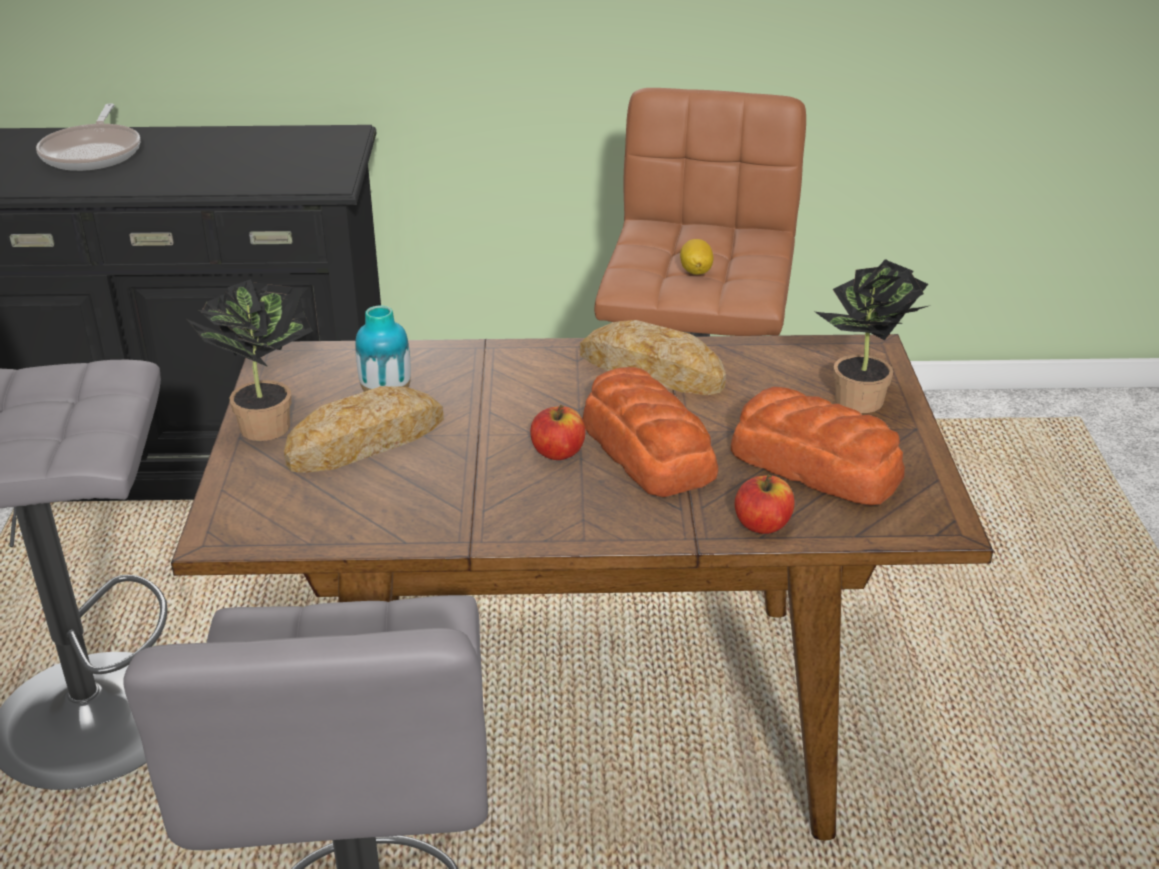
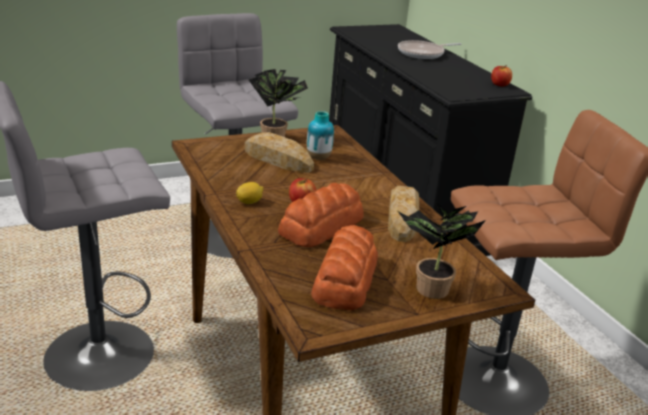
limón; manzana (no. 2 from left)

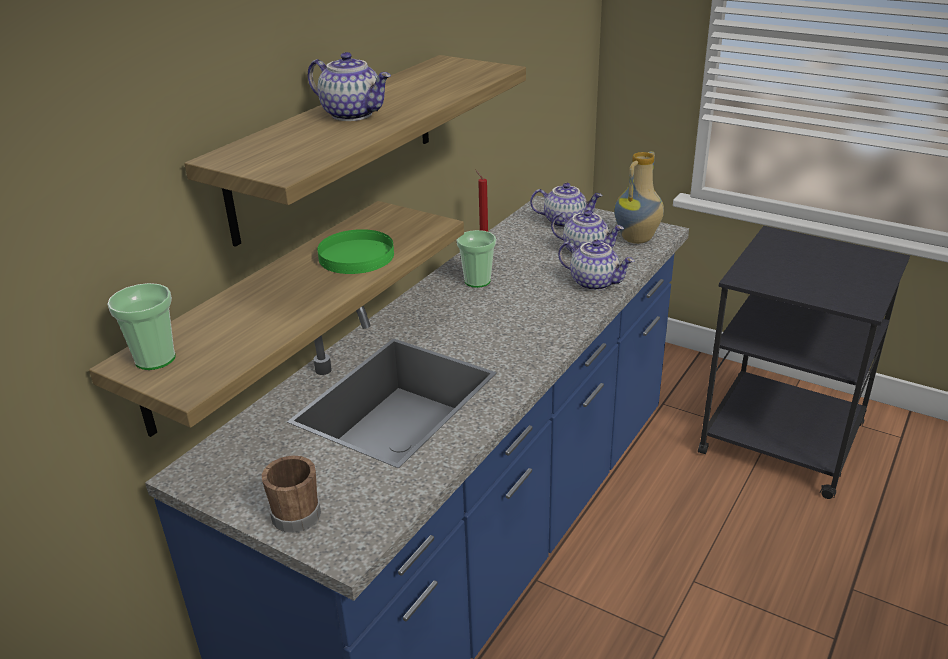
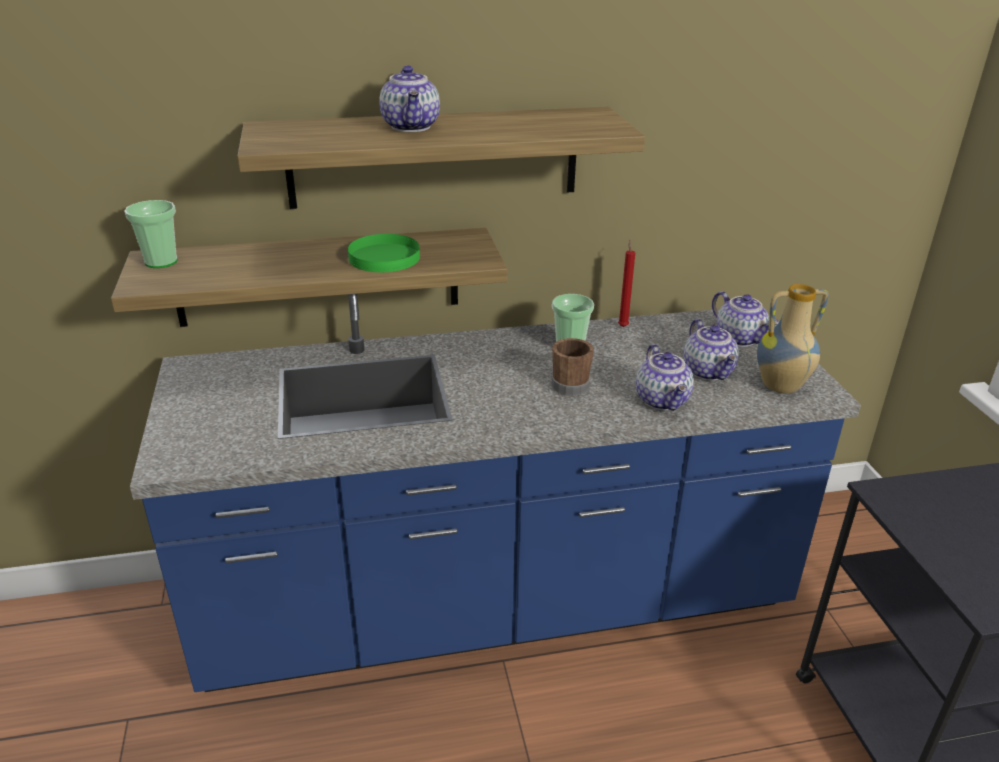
taza grande (marrón)

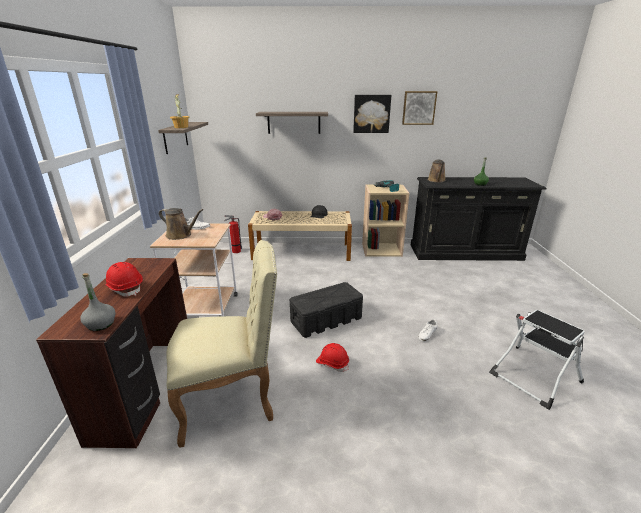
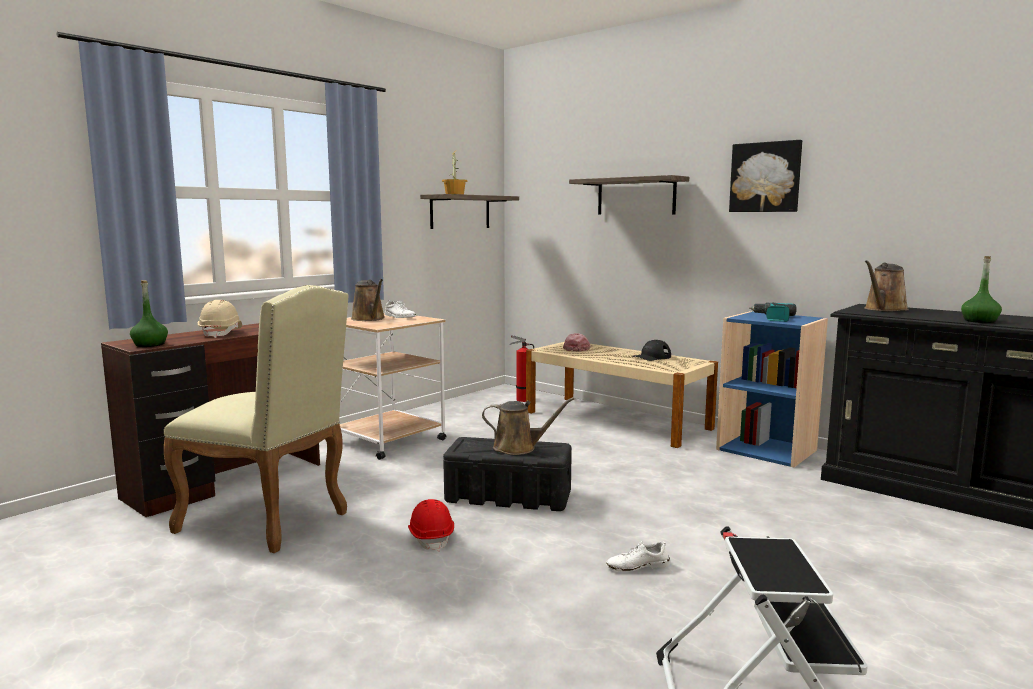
cuadro (no. 2 from left in the first image); regadera (marrón) (no. 2 from left); botella (verde) (no. 1 from left); casco (beis); estantería (azul)

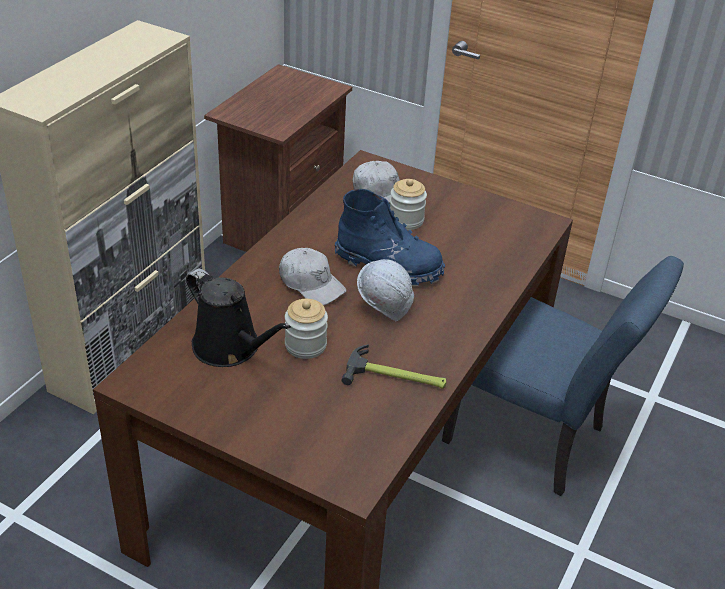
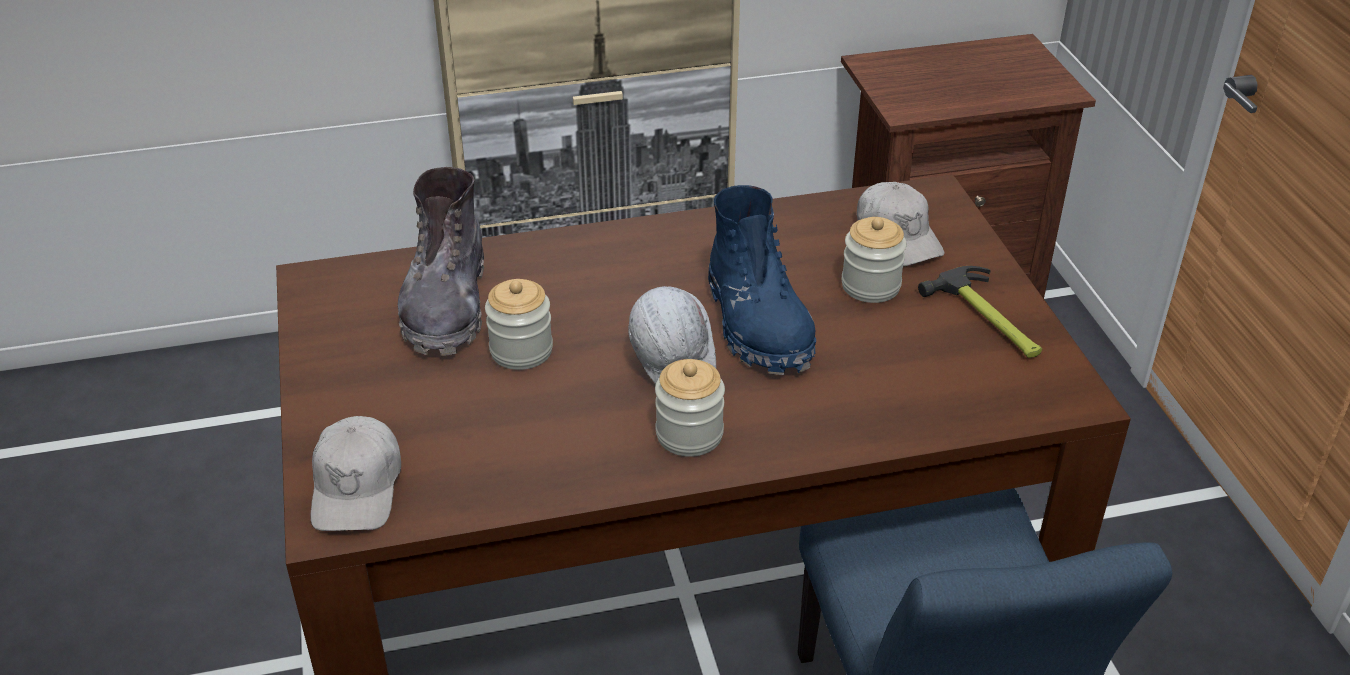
tarro (no. 2 from left); gorra (blanco) (no. 1 from left); martillo; bota (gris)

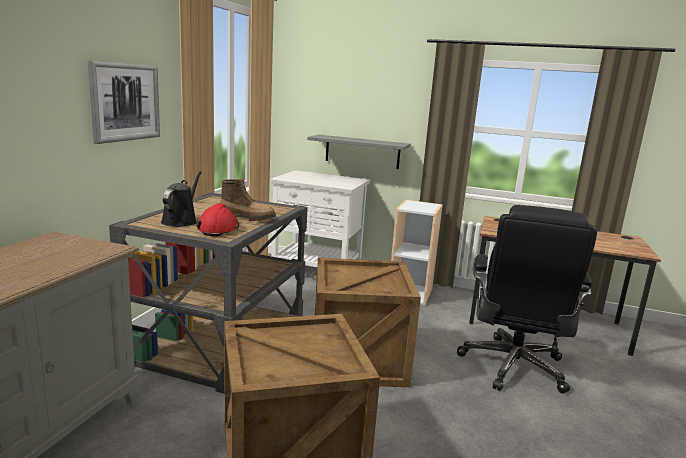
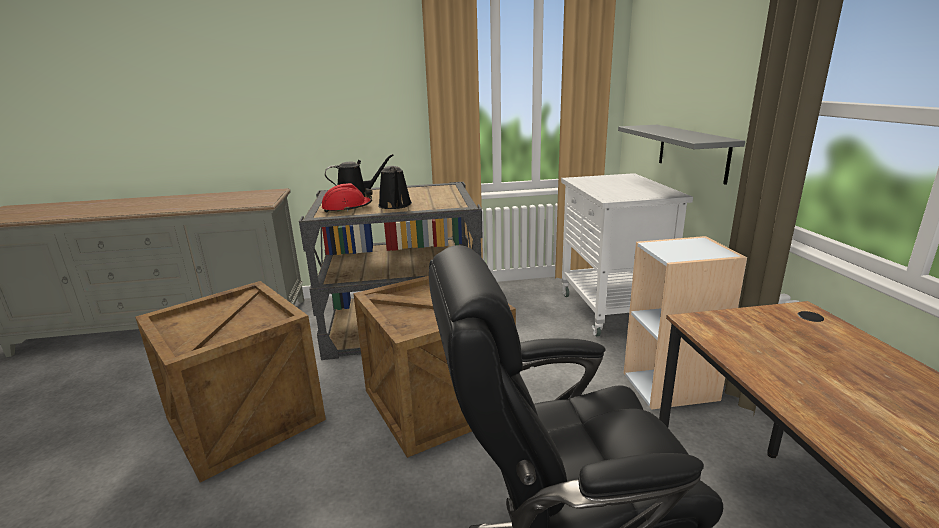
cuadro; regadera (negro) (no. 2 from left)

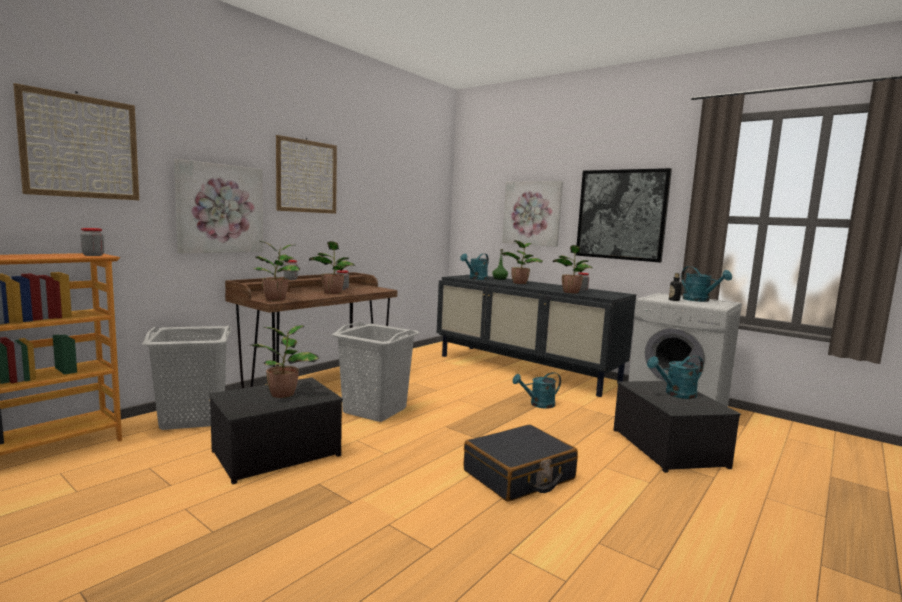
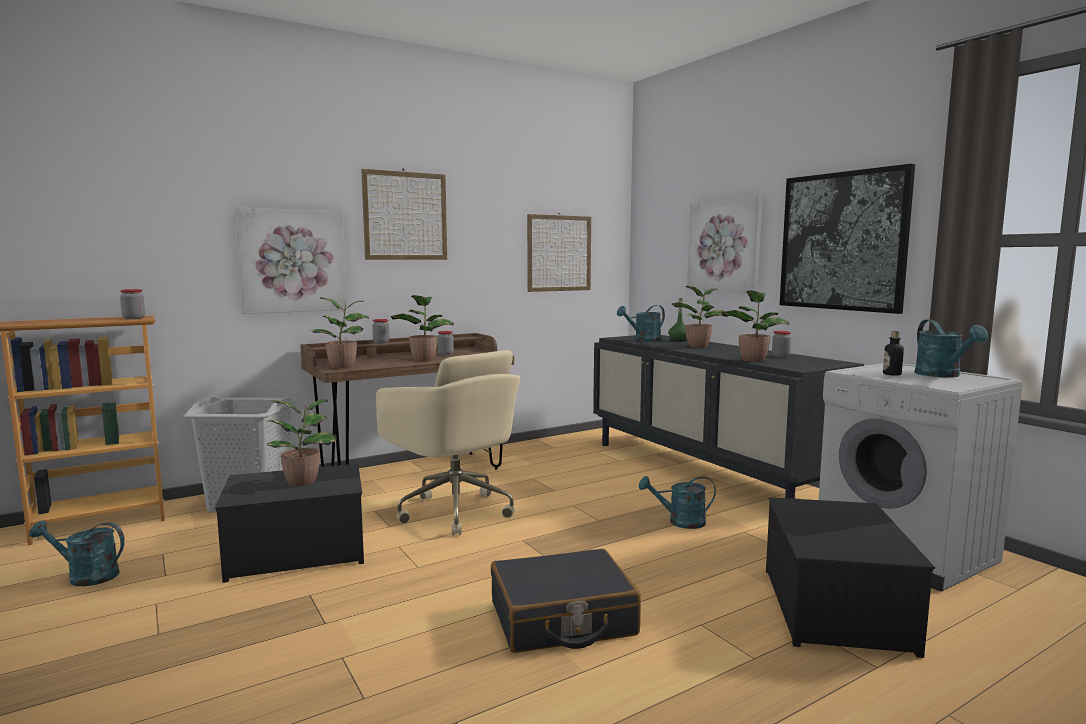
cuadro (no. 3 from left); regadera (turquesa) (no. 1 from left); silla de oficina (beis)

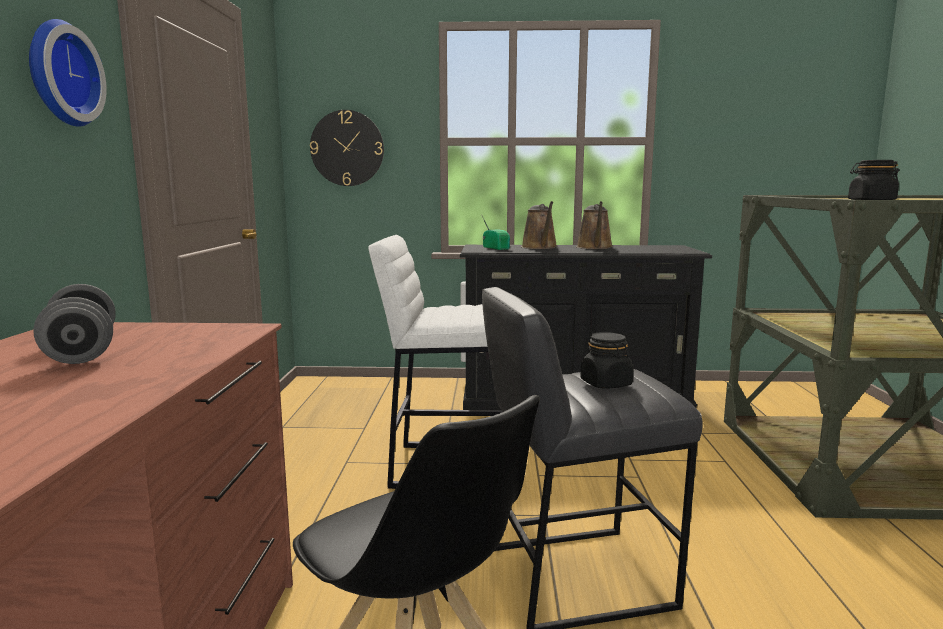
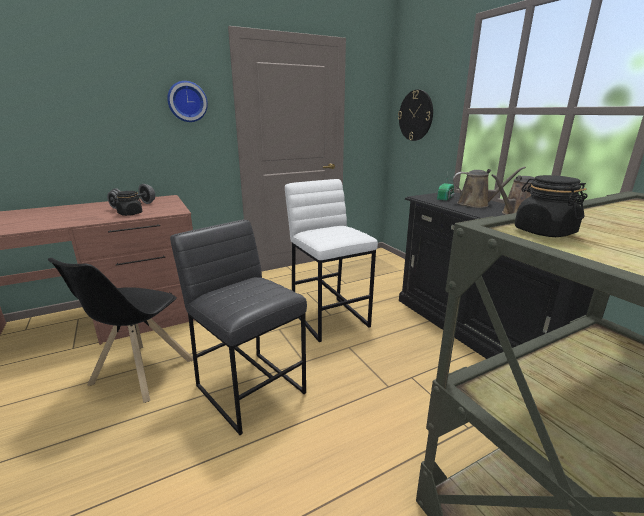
tarro (negro) (no. 1 from left); regadera (marrón) (no. 1 from left)

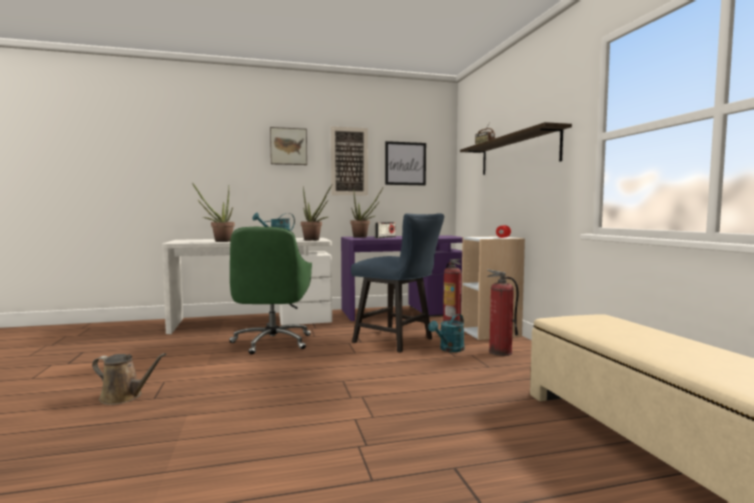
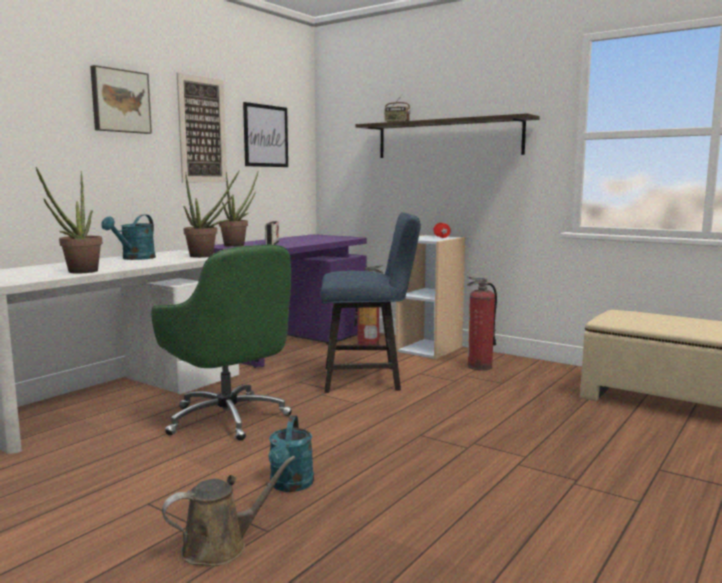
regadera (turquesa) (no. 2 from left)

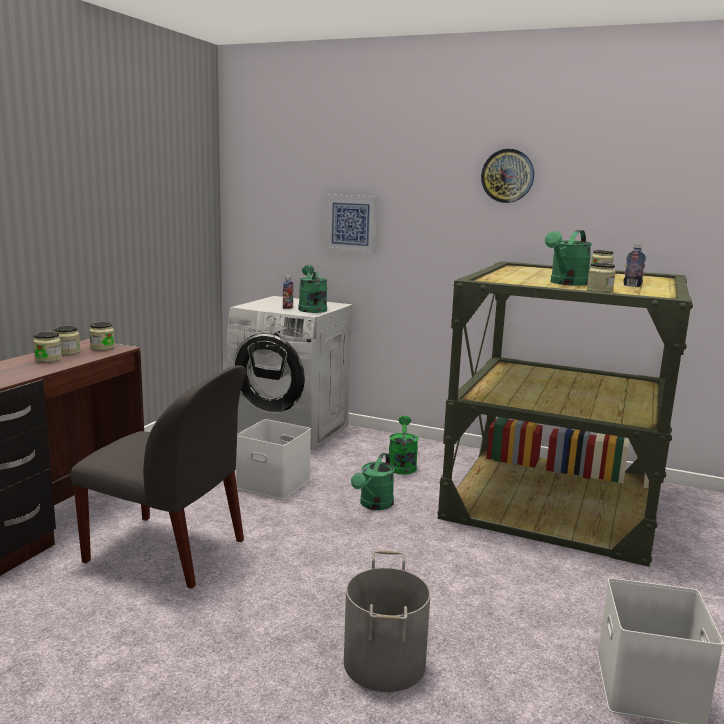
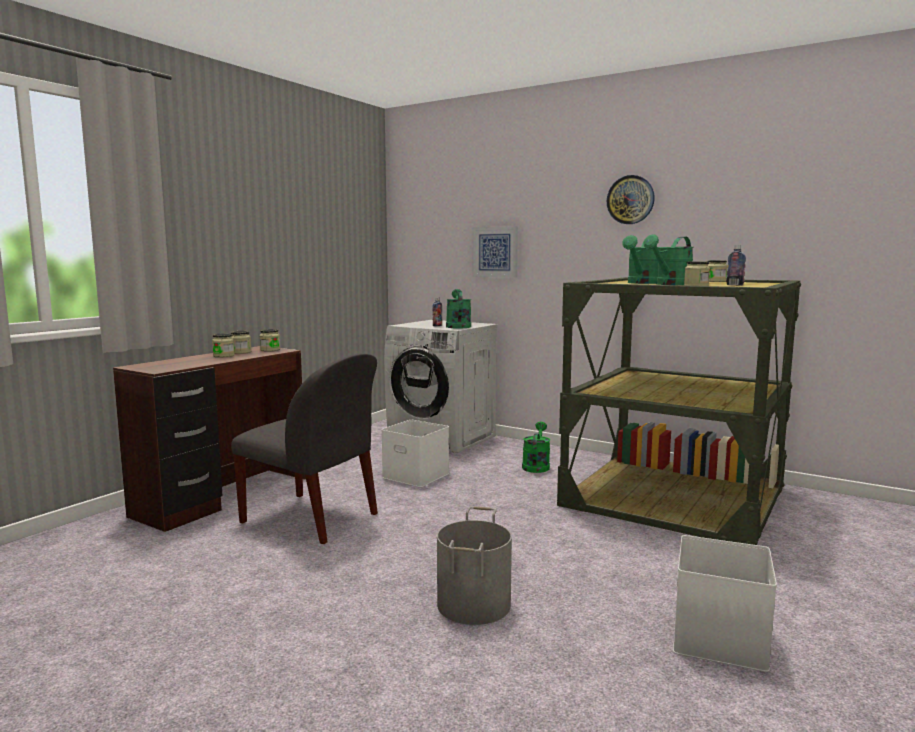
regadera (verde) (no. 3 from left)

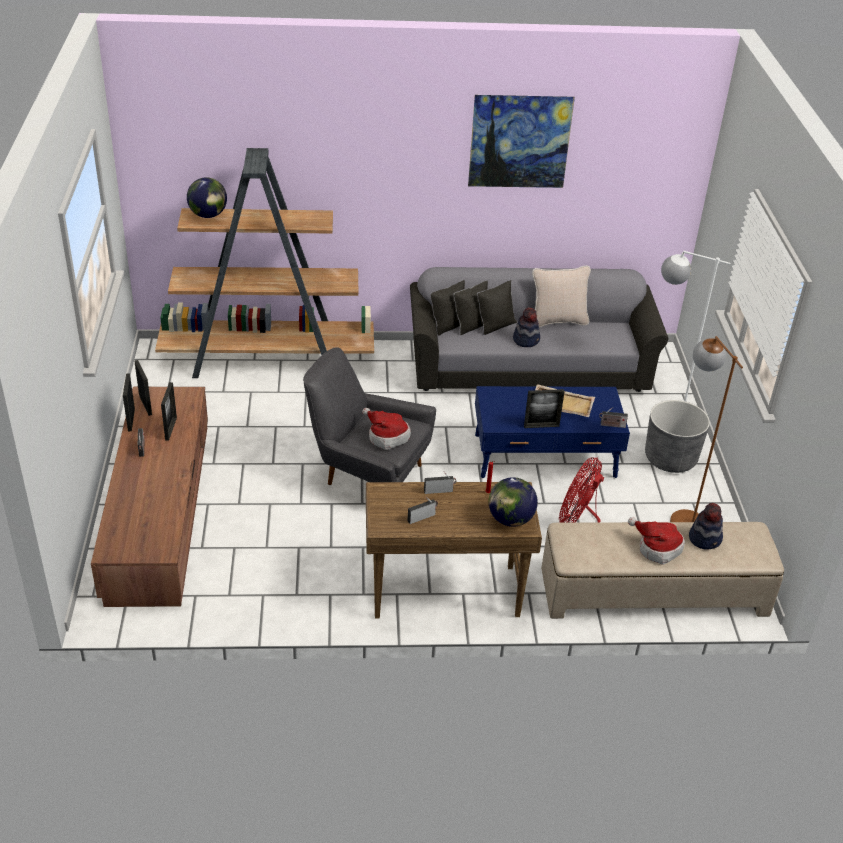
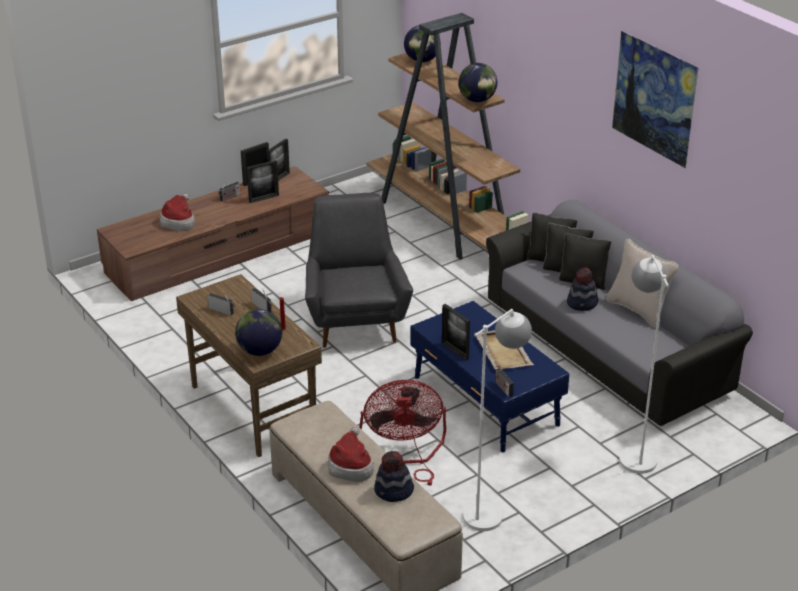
maceta (gris); globo terráqueo (no. 3 from left); sombrero (no. 1 from left); lámpara de pie (blanco) (no. 1 from left)

